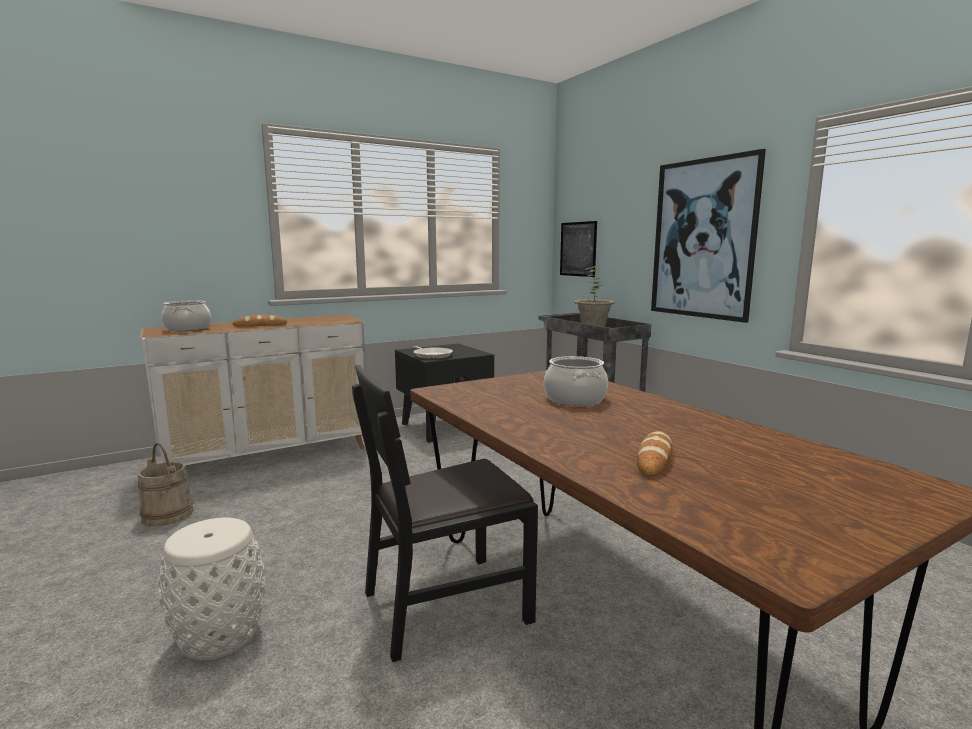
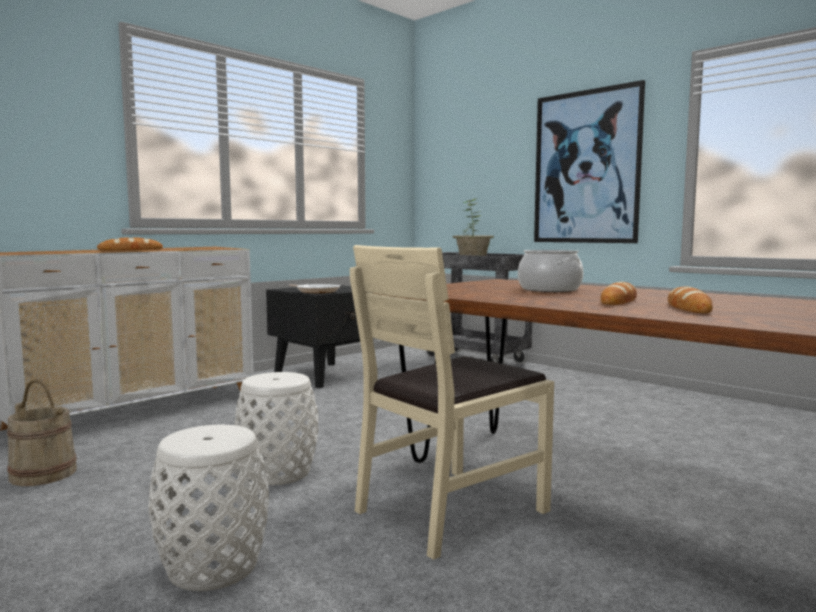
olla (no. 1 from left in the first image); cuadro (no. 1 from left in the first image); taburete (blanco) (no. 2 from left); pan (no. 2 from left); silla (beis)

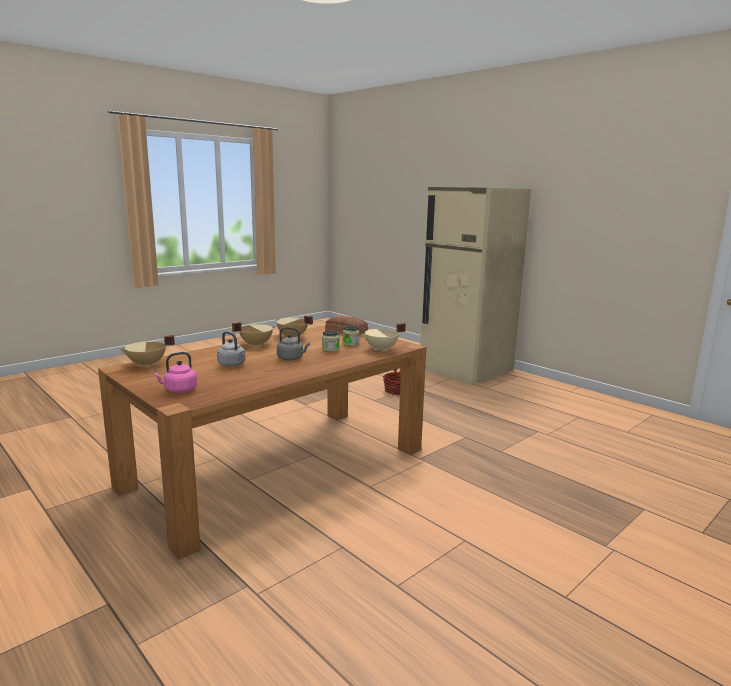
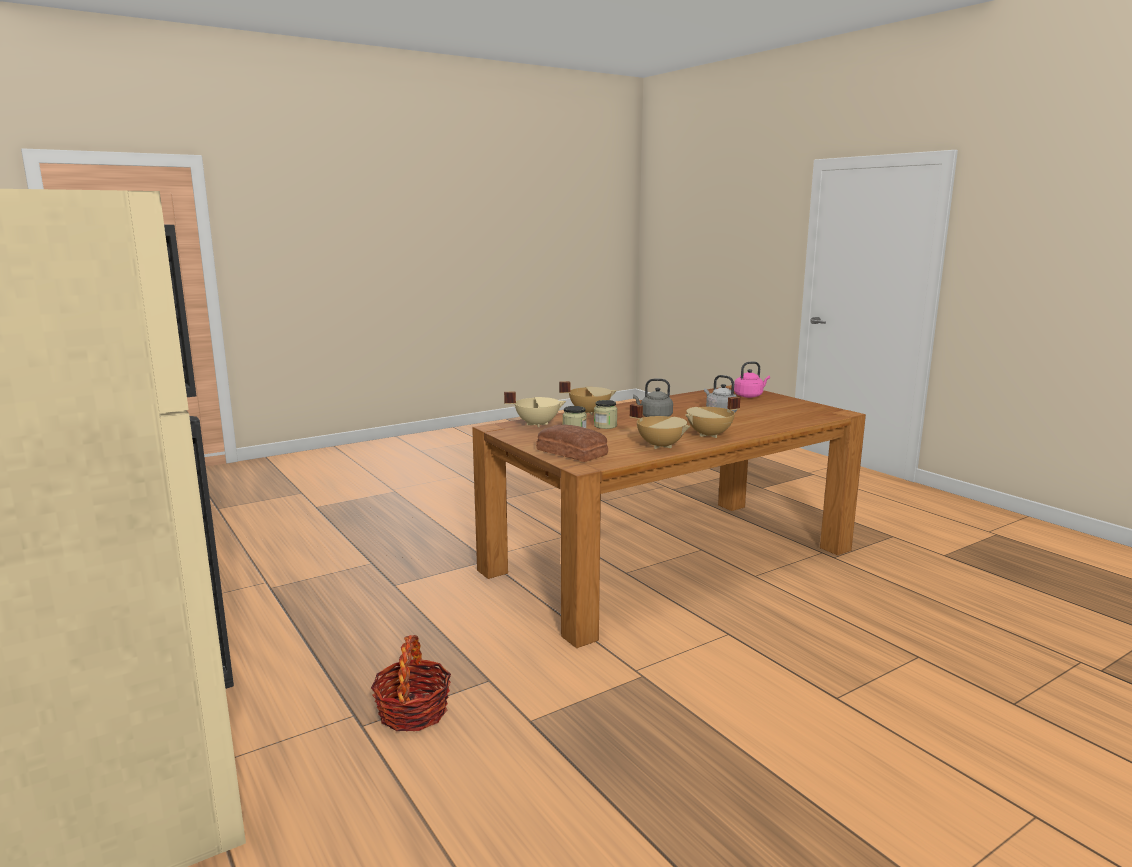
olla (beis) (no. 2 from left)

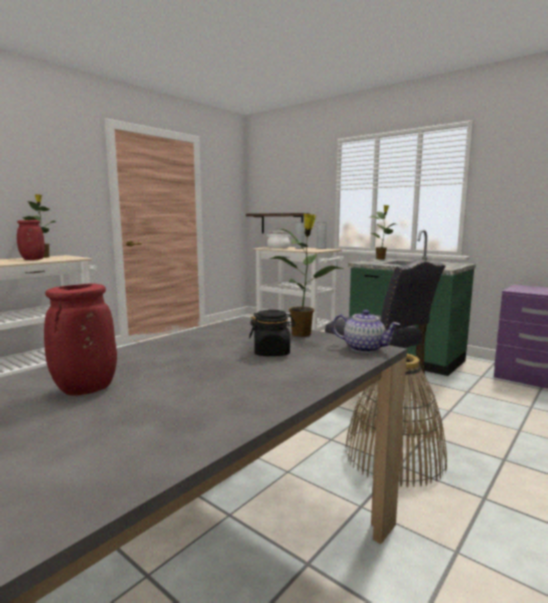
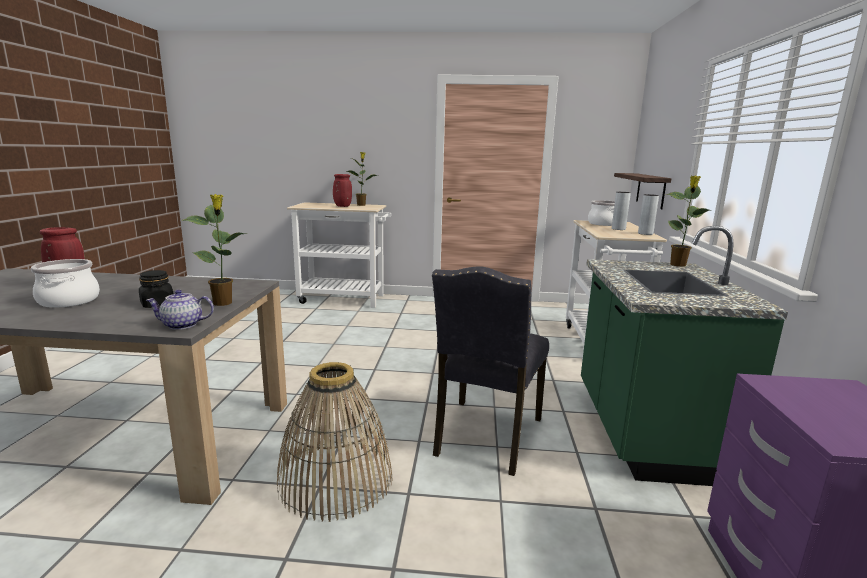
olla (no. 1 from left); tetera

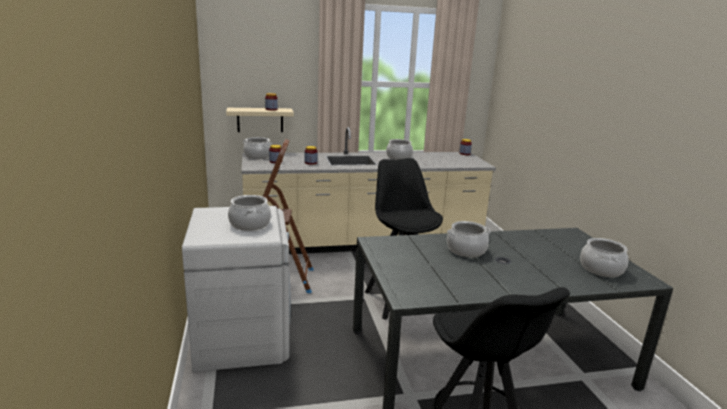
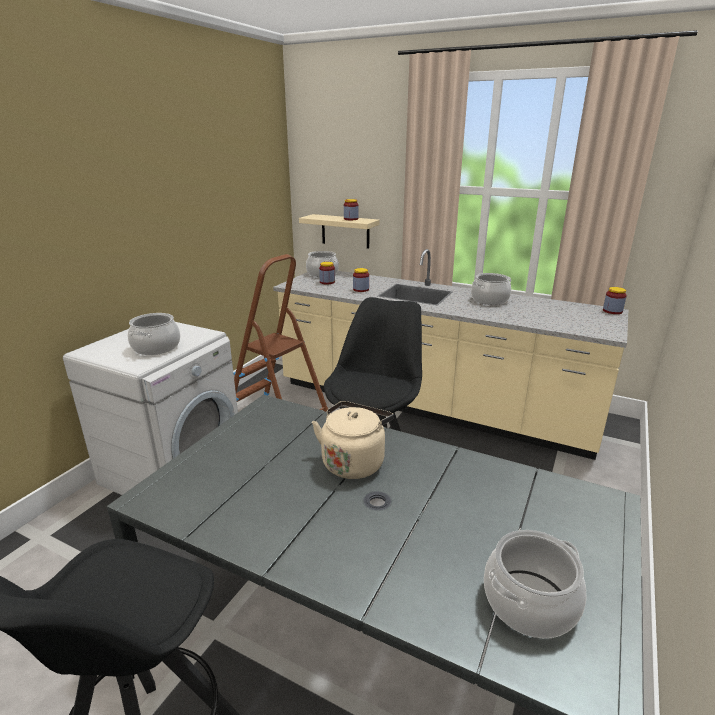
hervidor (beis)

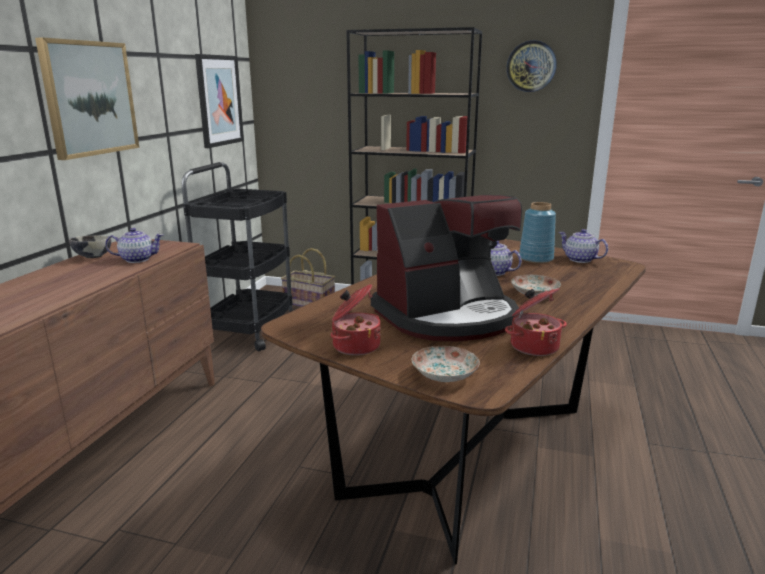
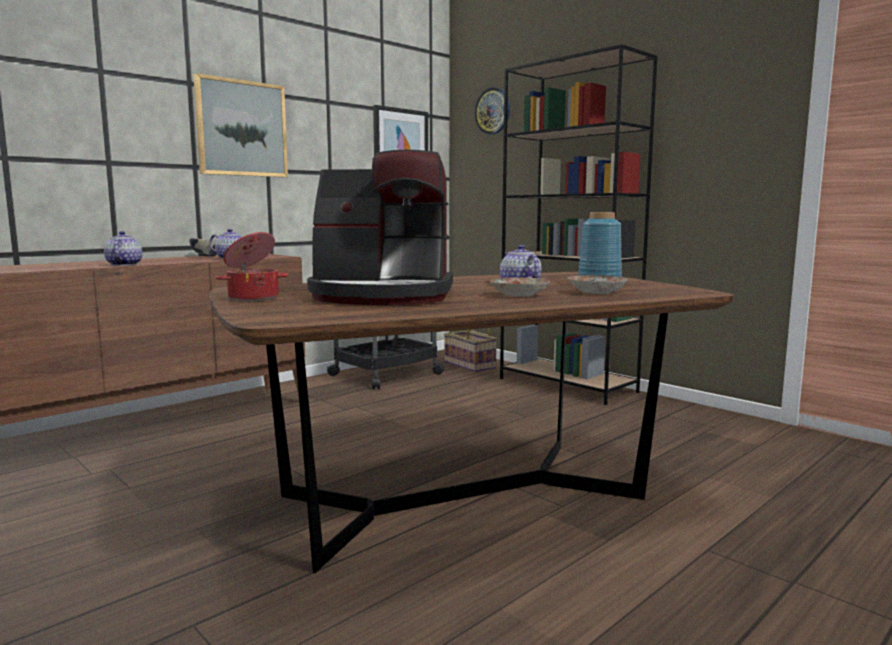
olla (no. 2 from left in the first image); plato (no. 2 from left); reloj de pared; tetera (no. 1 from left)

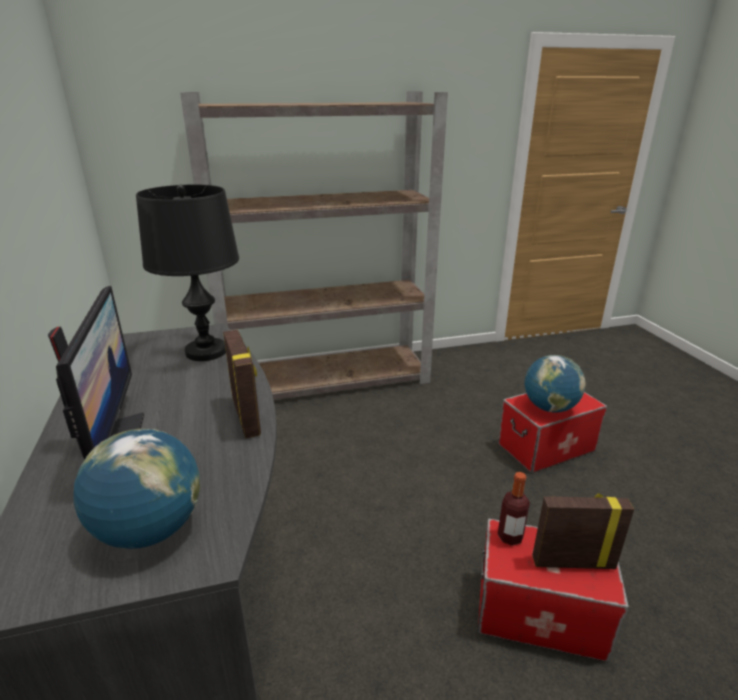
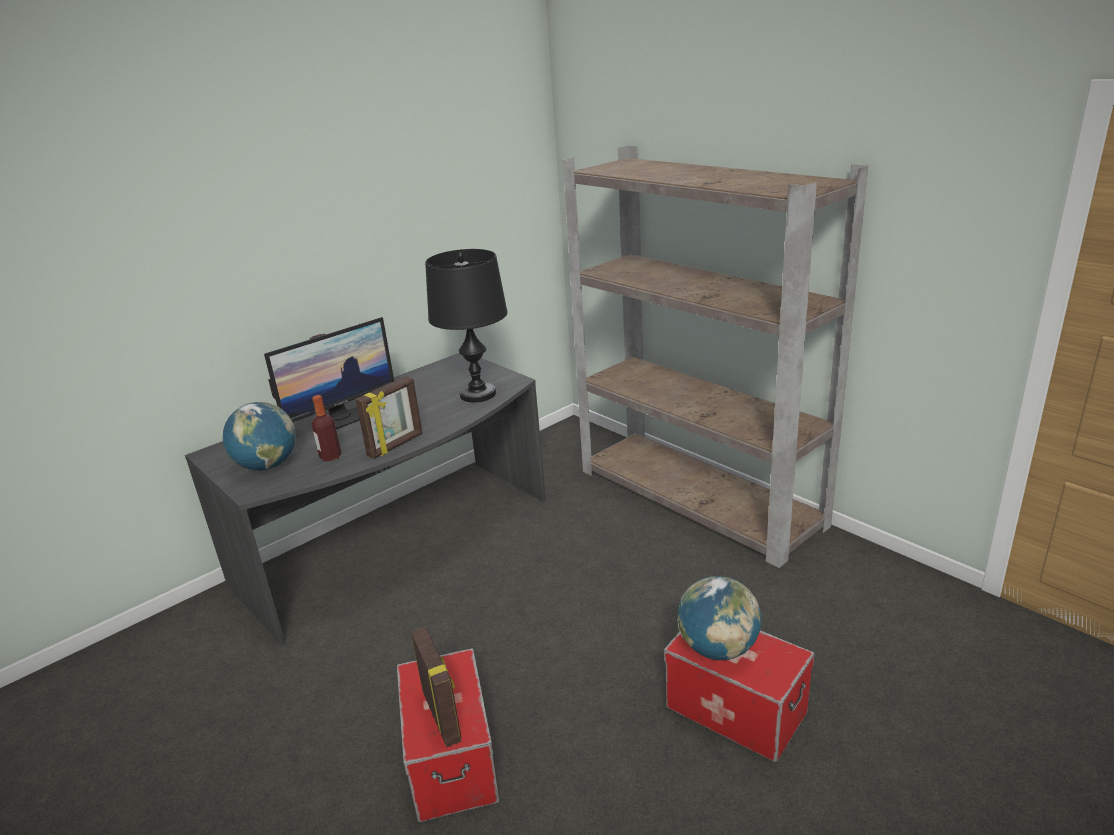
botella

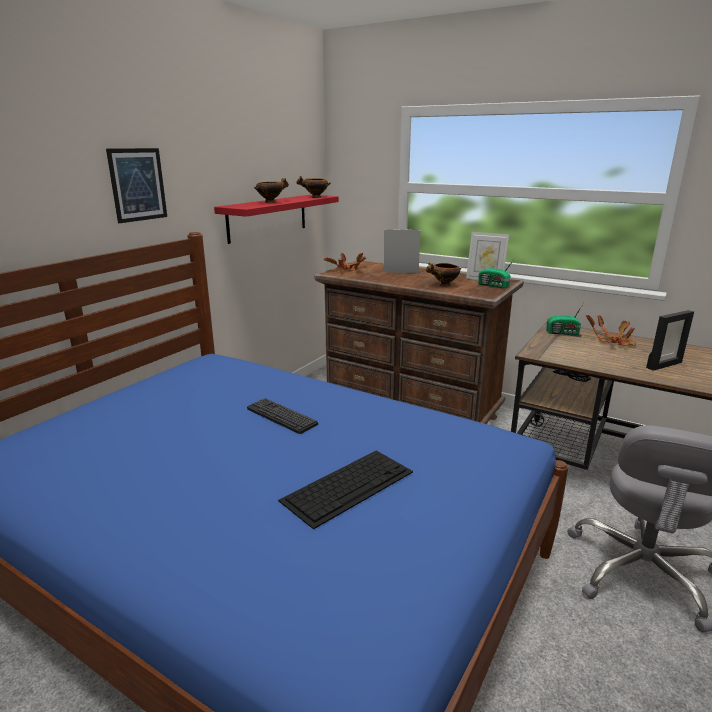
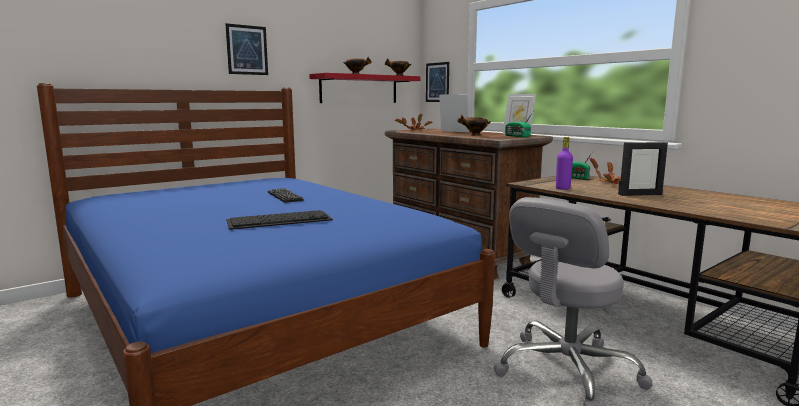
cuadro (no. 2 from left); botella (morado)

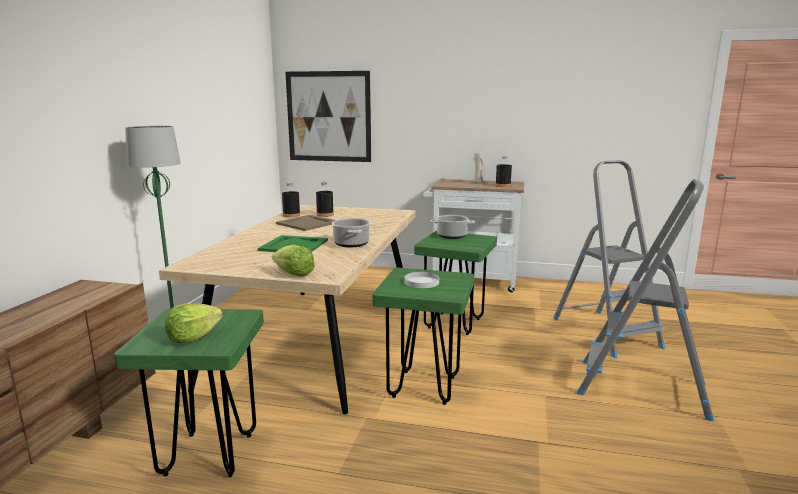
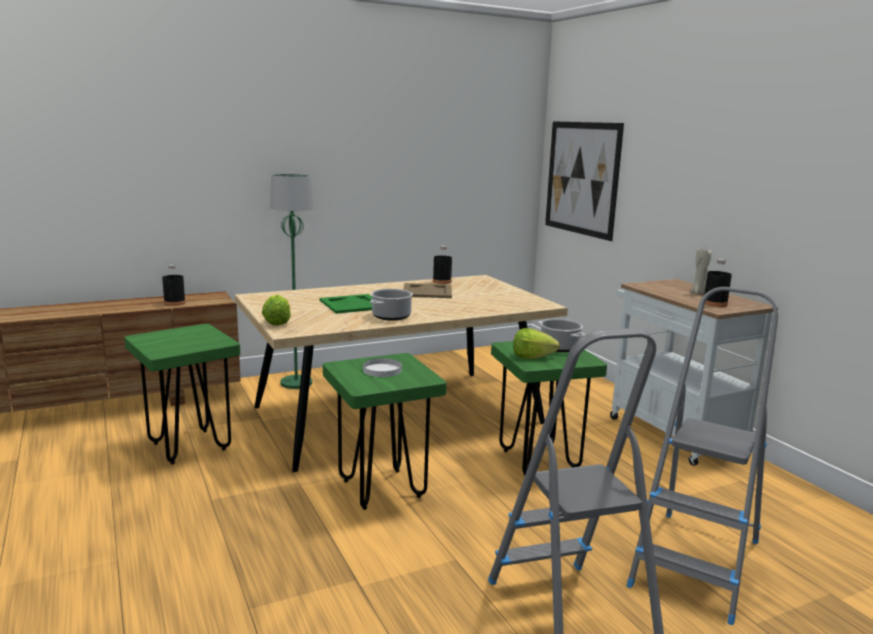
lechuga (no. 2 from left); botella (negro) (no. 1 from left)

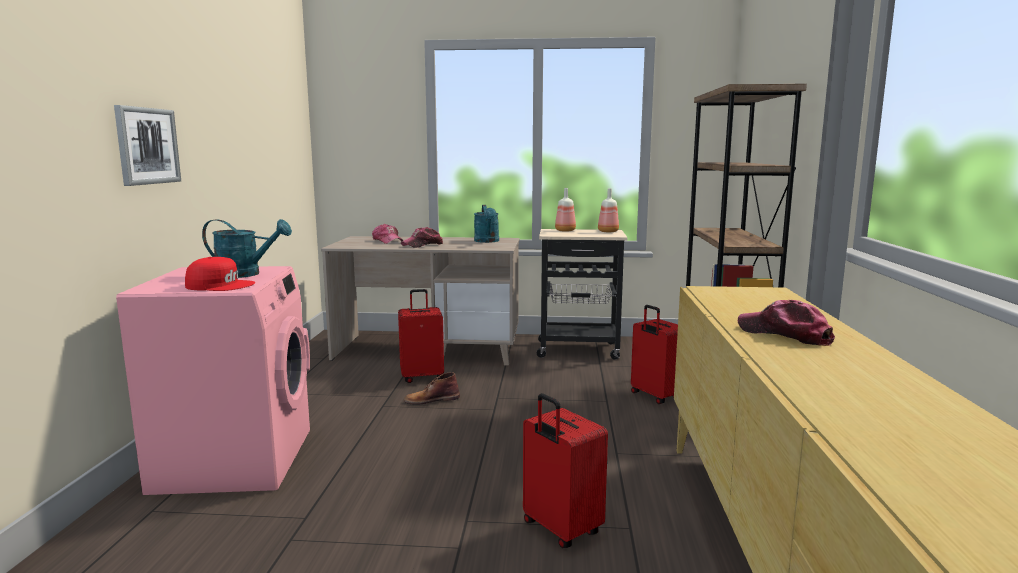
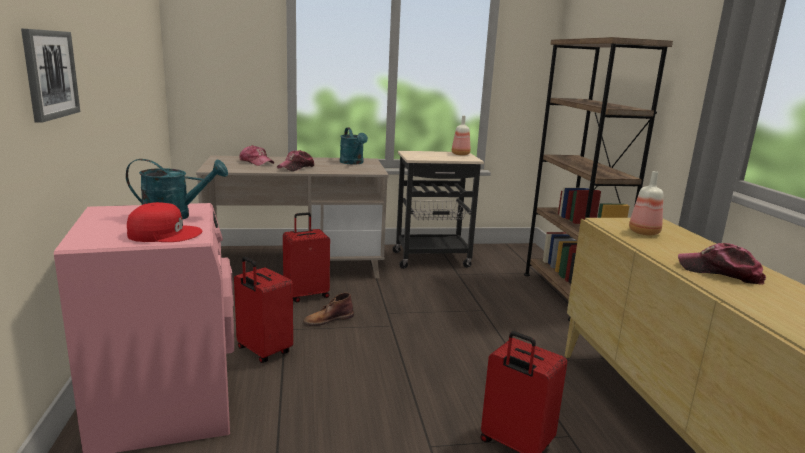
botella (no. 2 from left); maleta (rojo) (no. 1 from left)

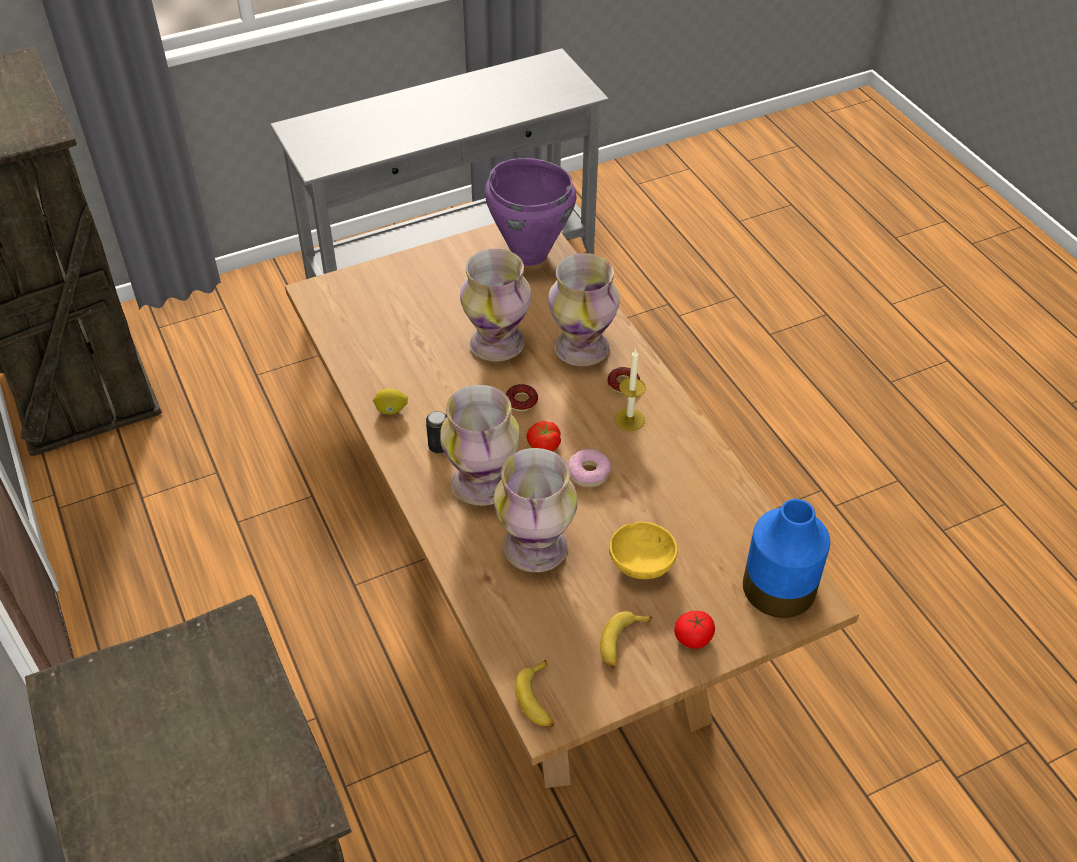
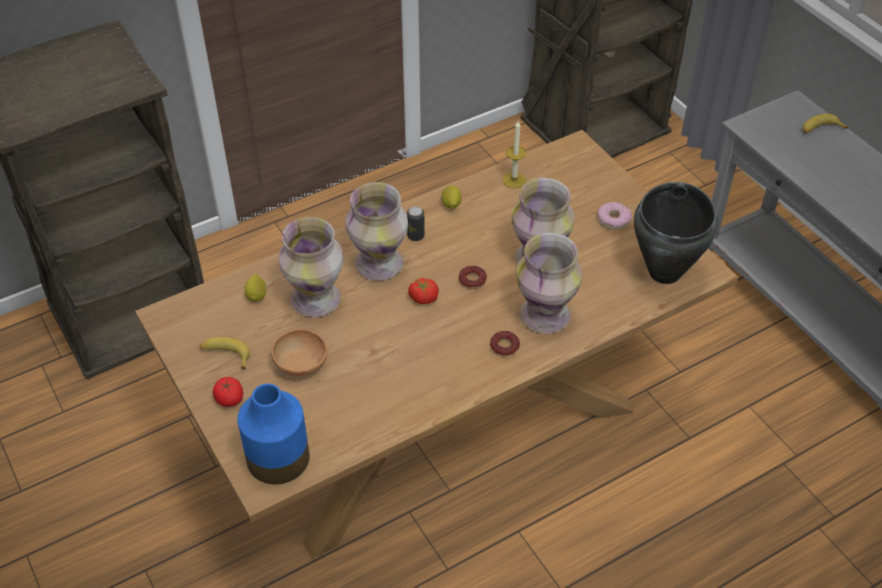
limón (no. 1 from left); plátano (no. 2 from left); rosquilla (no. 3 from left); vela; olla (negro); cuenco (marrón)

